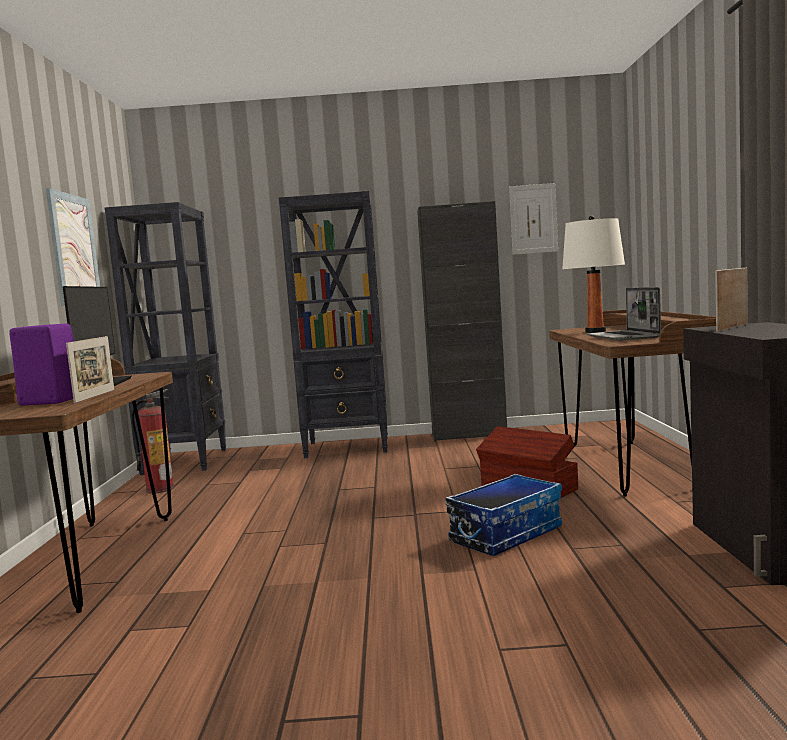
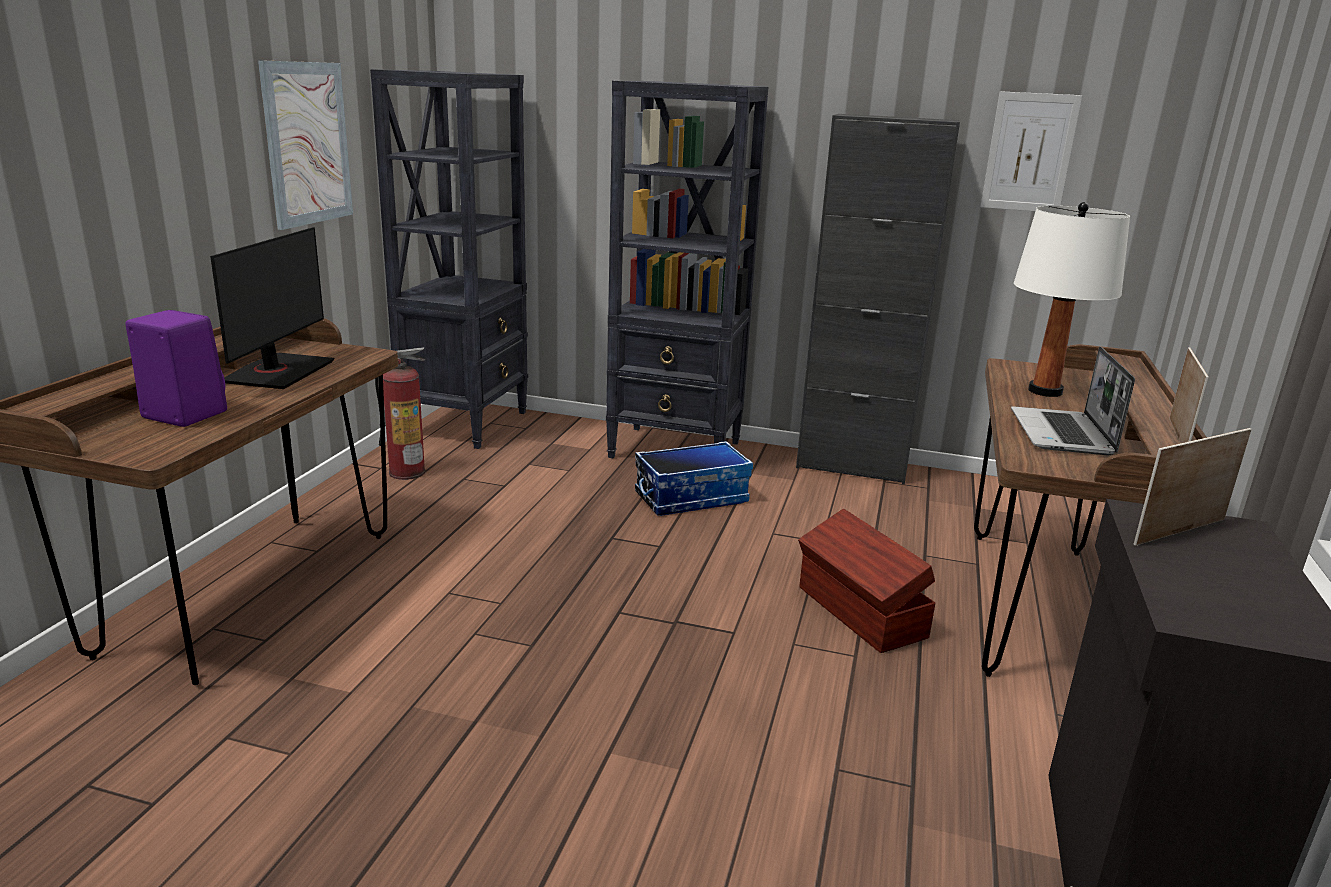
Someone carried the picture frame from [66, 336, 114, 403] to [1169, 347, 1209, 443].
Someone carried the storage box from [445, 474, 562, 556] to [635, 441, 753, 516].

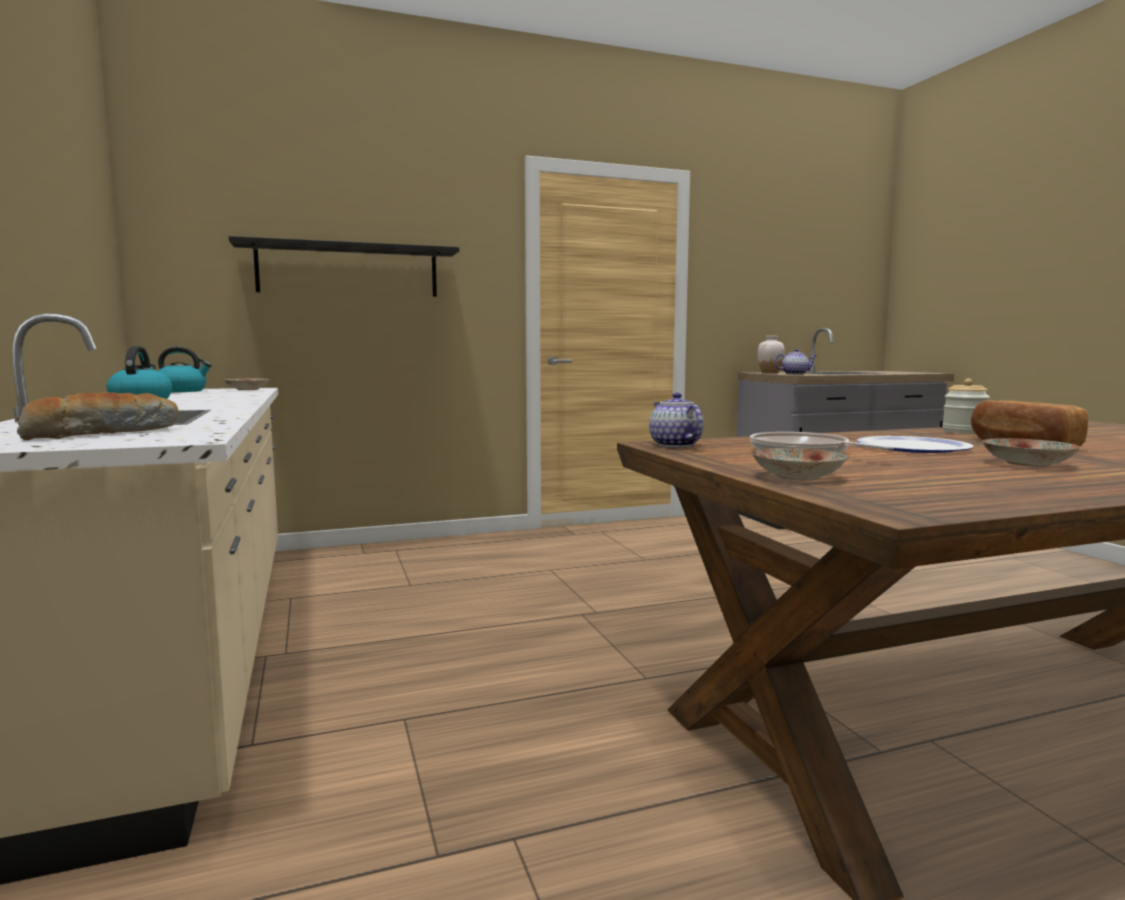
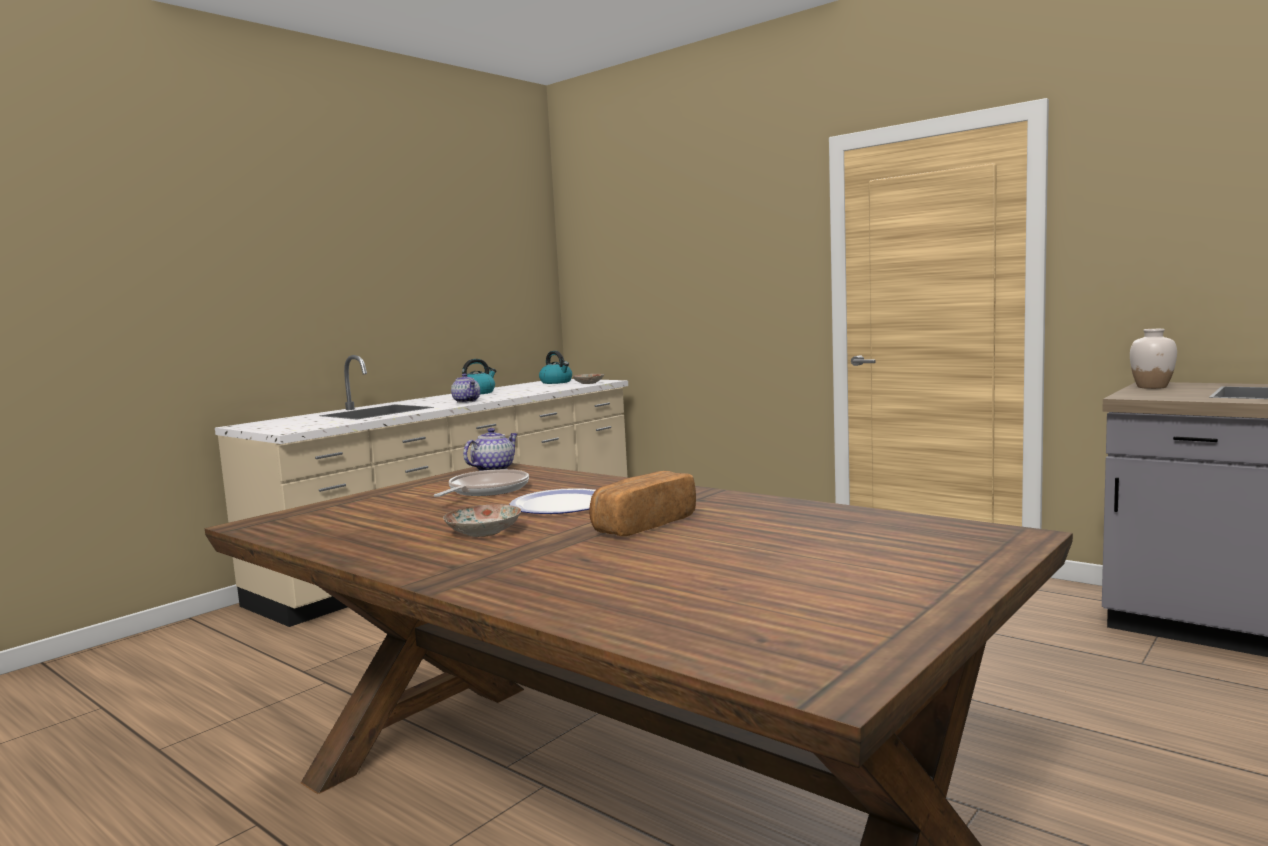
Someone took away the shelf in black at [229, 236, 459, 297].
Someone carried the teapot from [774, 349, 817, 375] to [451, 373, 480, 403].
Someone took away the jar at [942, 378, 990, 434].
Someone took away the bread at [17, 392, 179, 440].
Someone took away the plate at [752, 448, 848, 481].

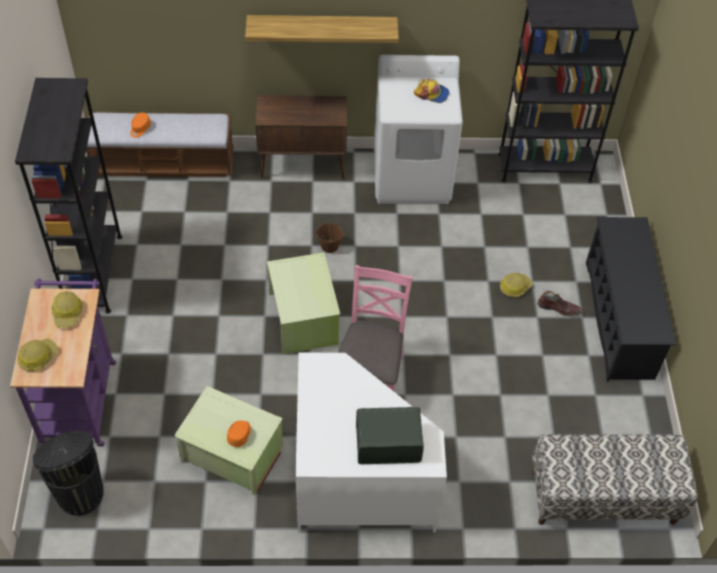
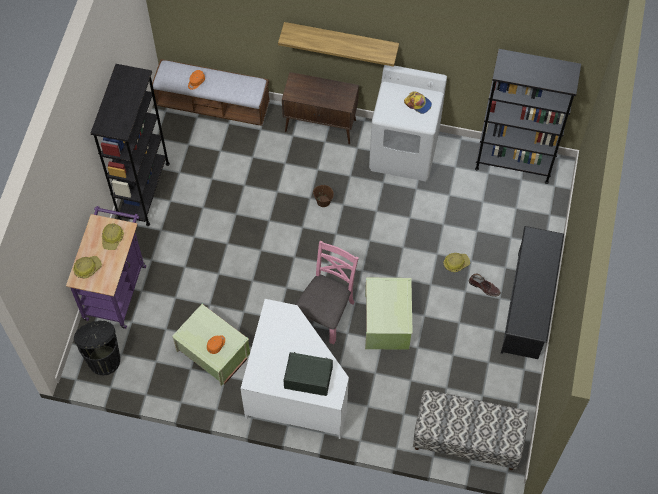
Someone carried the storage box in green from [267, 253, 340, 354] to [365, 277, 413, 350].

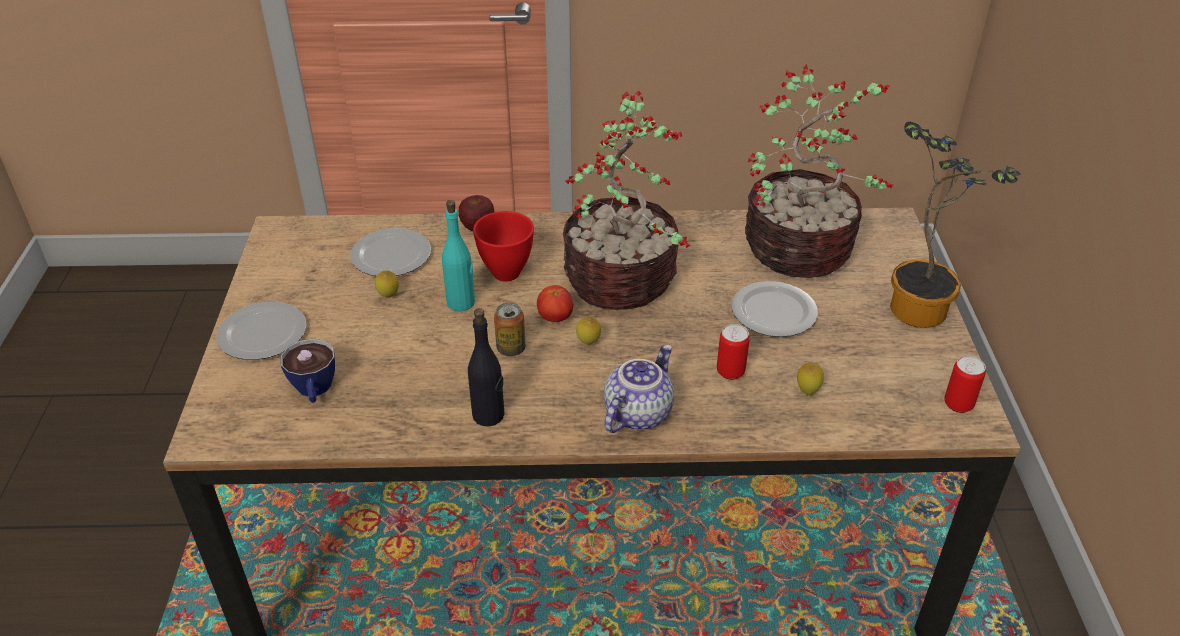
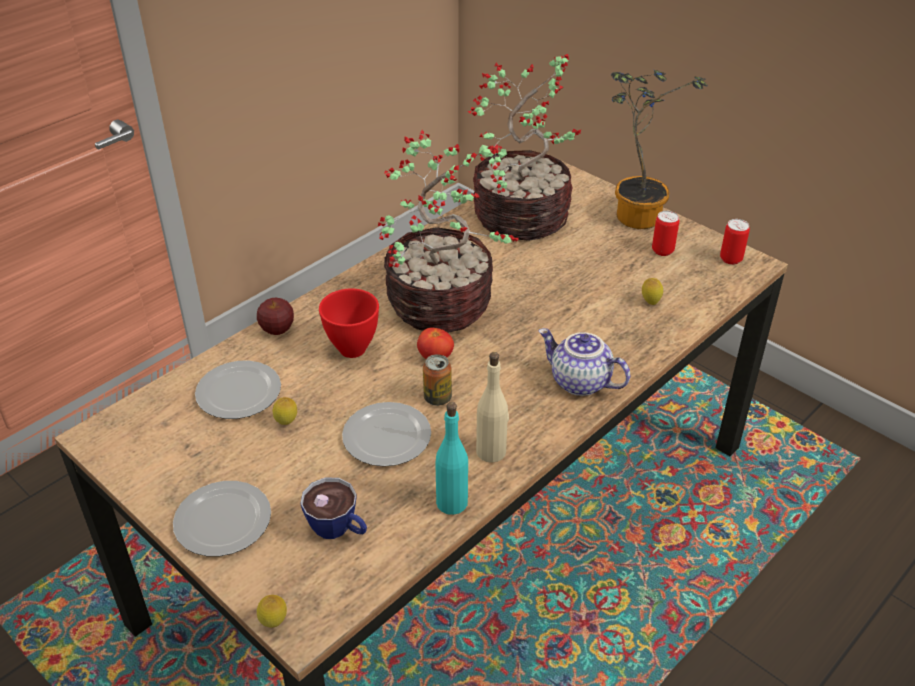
Someone carried the bottle in turquoise from [442, 200, 475, 311] to [435, 402, 468, 515].
Someone carried the plate from [732, 281, 818, 337] to [342, 402, 431, 467].
Someone repainted the bottle in black at [468, 308, 505, 427], which became the bottle in beige at [476, 352, 509, 463].
Someone carried the lemon from [576, 316, 601, 345] to [257, 595, 287, 628].
Someone carried the can from [717, 324, 750, 380] to [652, 211, 679, 256].
Someone rotated the teapot at [604, 344, 674, 433] by 45 degrees counterclockwise.

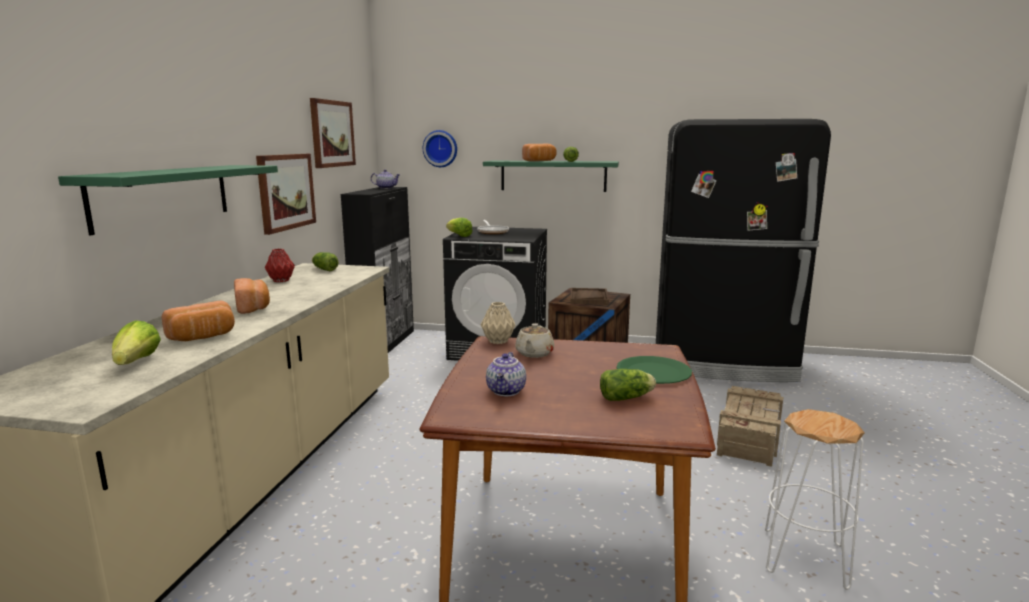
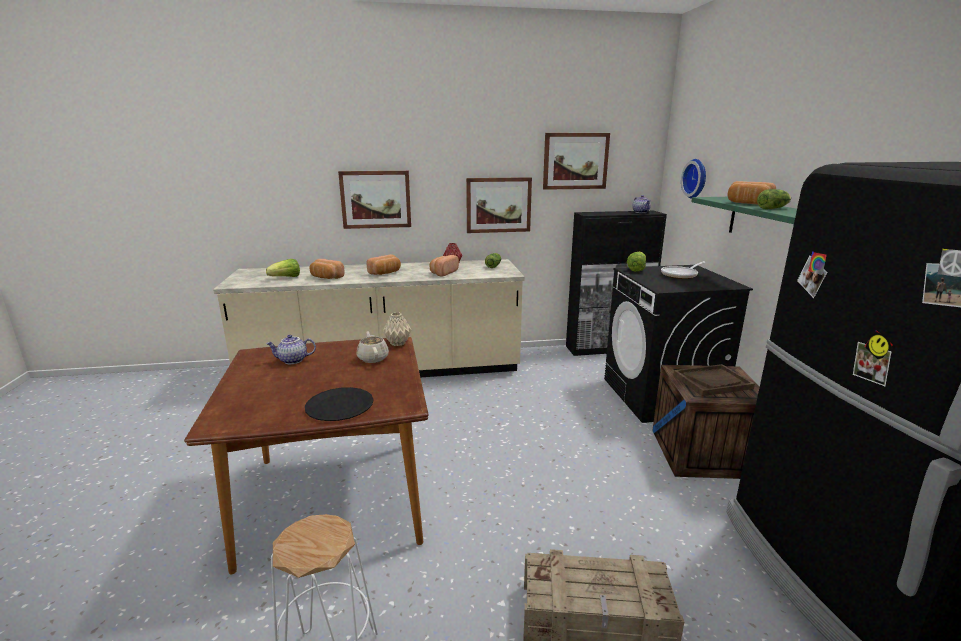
Someone swapped the shelf in green at [58, 165, 278, 236] for the picture at [338, 171, 411, 229].
Someone rotated the teapot in beige at [515, 323, 554, 358] by 75 degrees clockwise.
Someone repainted the plate in green at [616, 356, 692, 384], which became the plate in black at [305, 387, 374, 421].
Someone took away the lettuce at [600, 369, 656, 401].
Someone put down the bread at [430, 255, 459, 276].

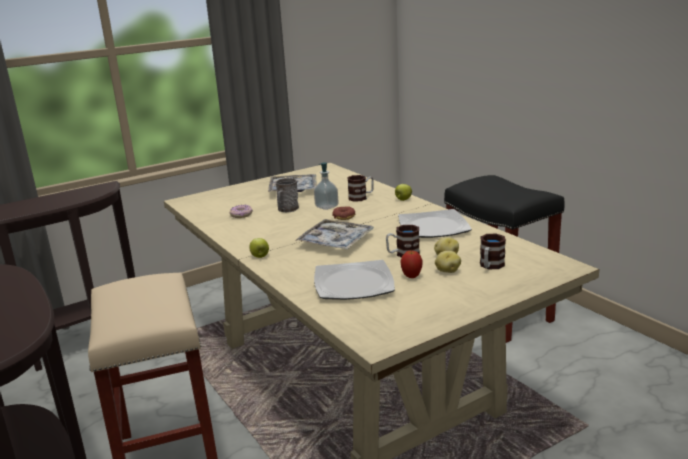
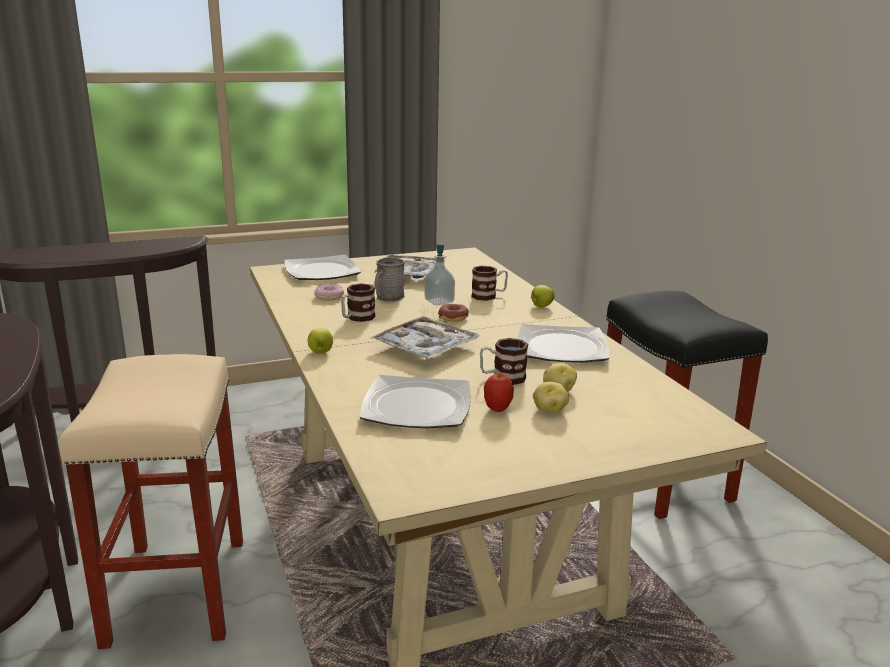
Someone carried the mug from [480, 234, 506, 269] to [341, 283, 375, 322].
Someone put down the plate at [284, 255, 361, 280].

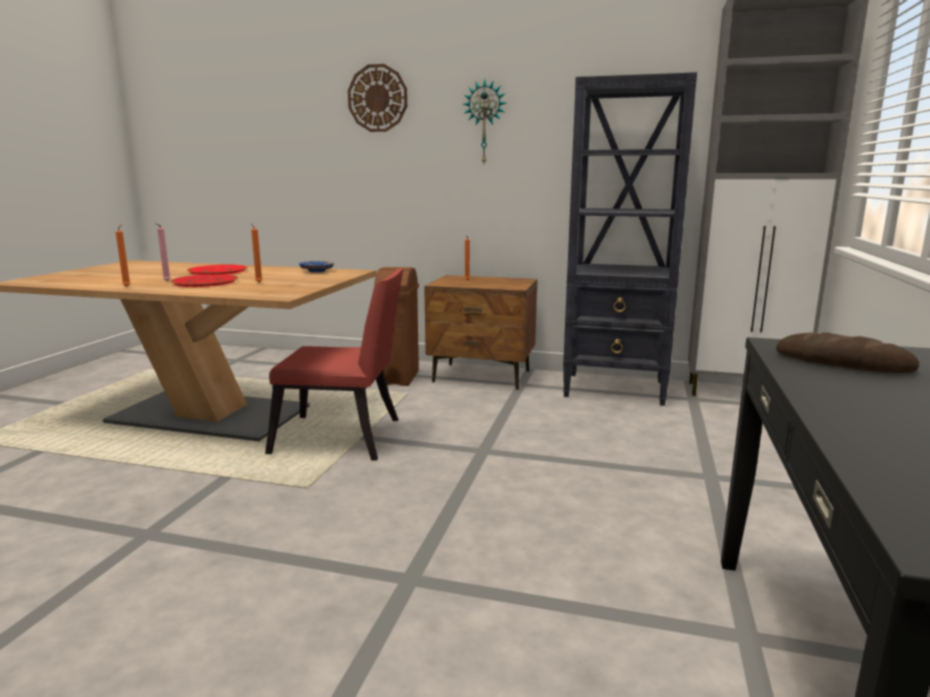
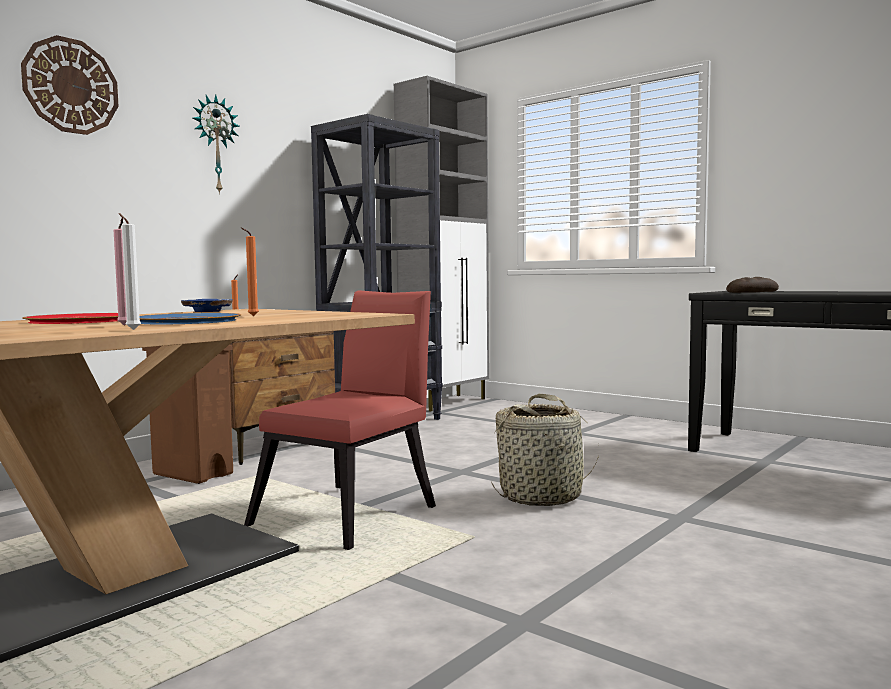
Someone repainted the candle in orange at [116, 224, 131, 287], which became the candle in white at [119, 213, 141, 330].
Someone repainted the plate in red at [171, 274, 238, 287], which became the plate in blue at [139, 313, 241, 324].
Someone put down the basket at [491, 394, 599, 506].

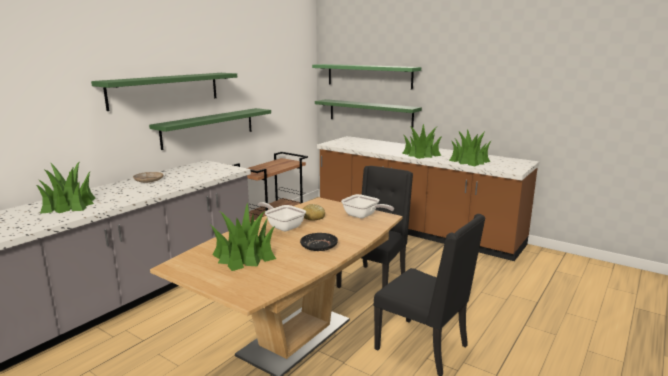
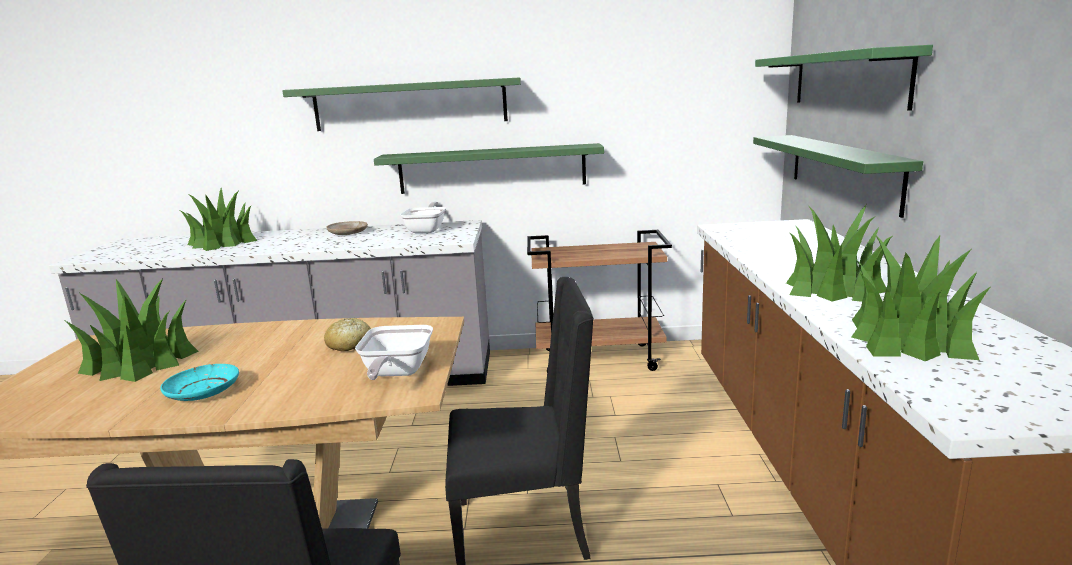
Someone carried the frying pan from [258, 202, 306, 232] to [400, 201, 446, 233].
Someone repainted the plate in black at [300, 233, 338, 251], which became the plate in turquoise at [160, 364, 239, 401].

